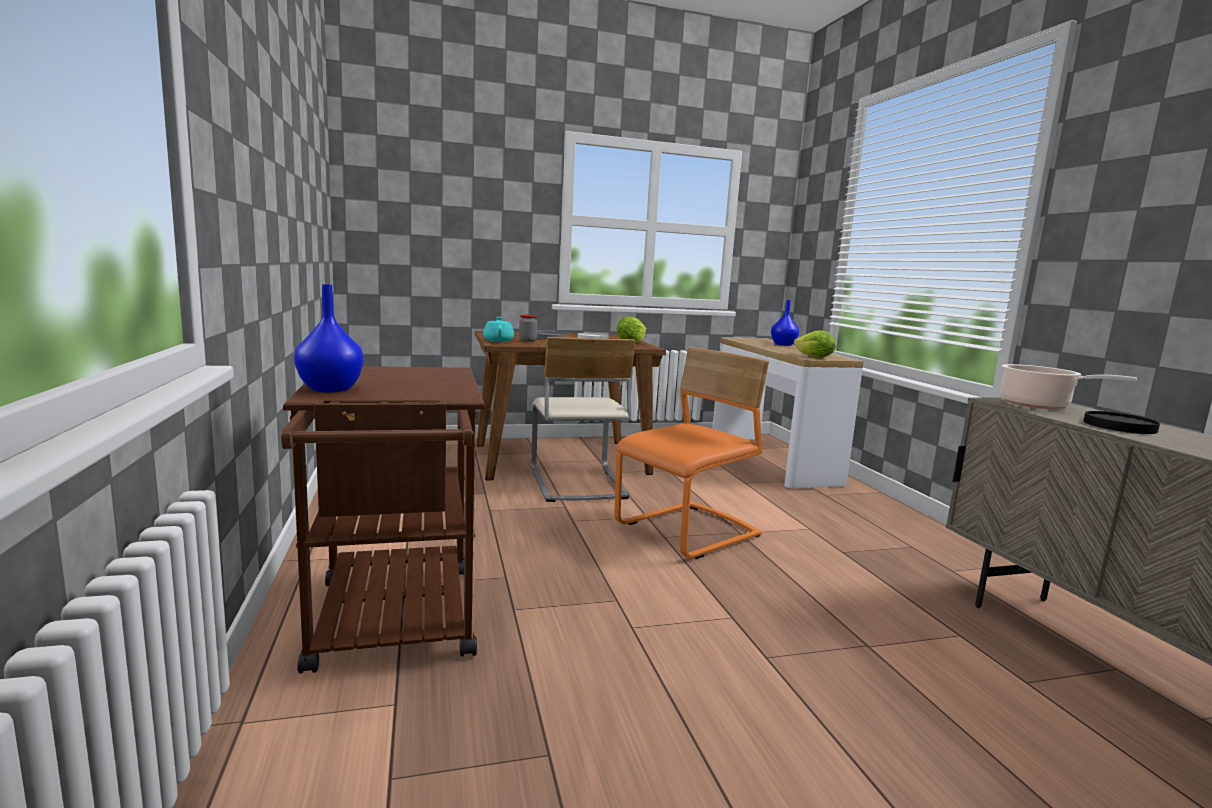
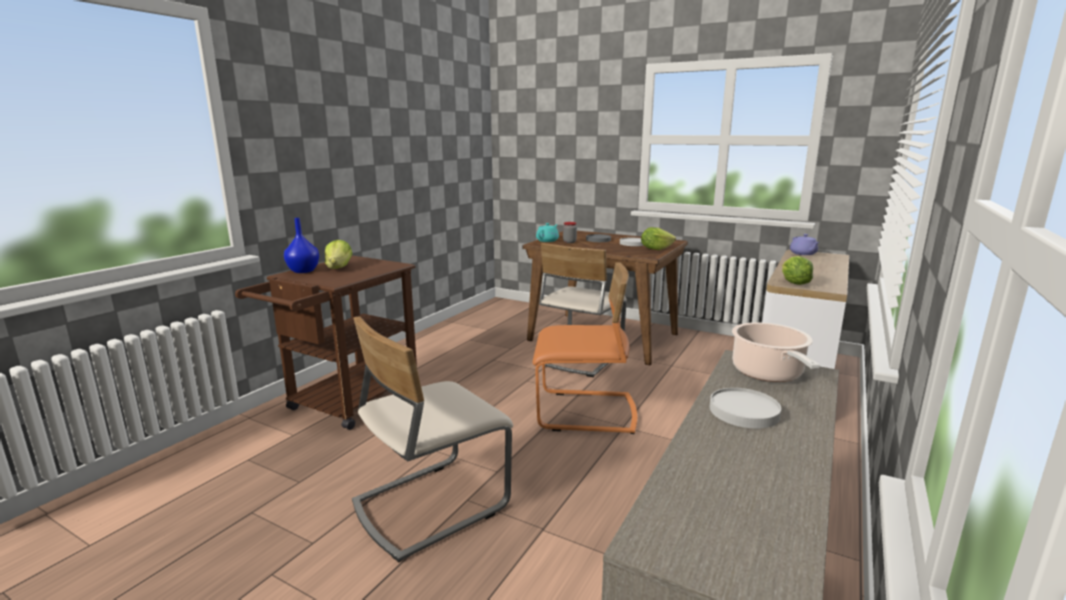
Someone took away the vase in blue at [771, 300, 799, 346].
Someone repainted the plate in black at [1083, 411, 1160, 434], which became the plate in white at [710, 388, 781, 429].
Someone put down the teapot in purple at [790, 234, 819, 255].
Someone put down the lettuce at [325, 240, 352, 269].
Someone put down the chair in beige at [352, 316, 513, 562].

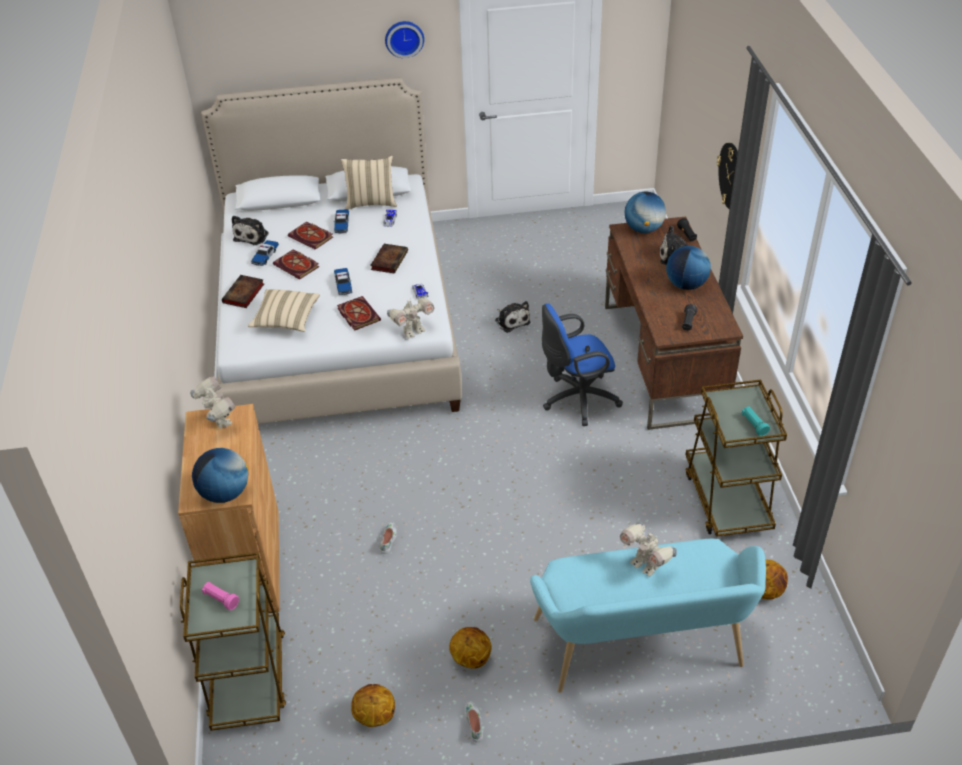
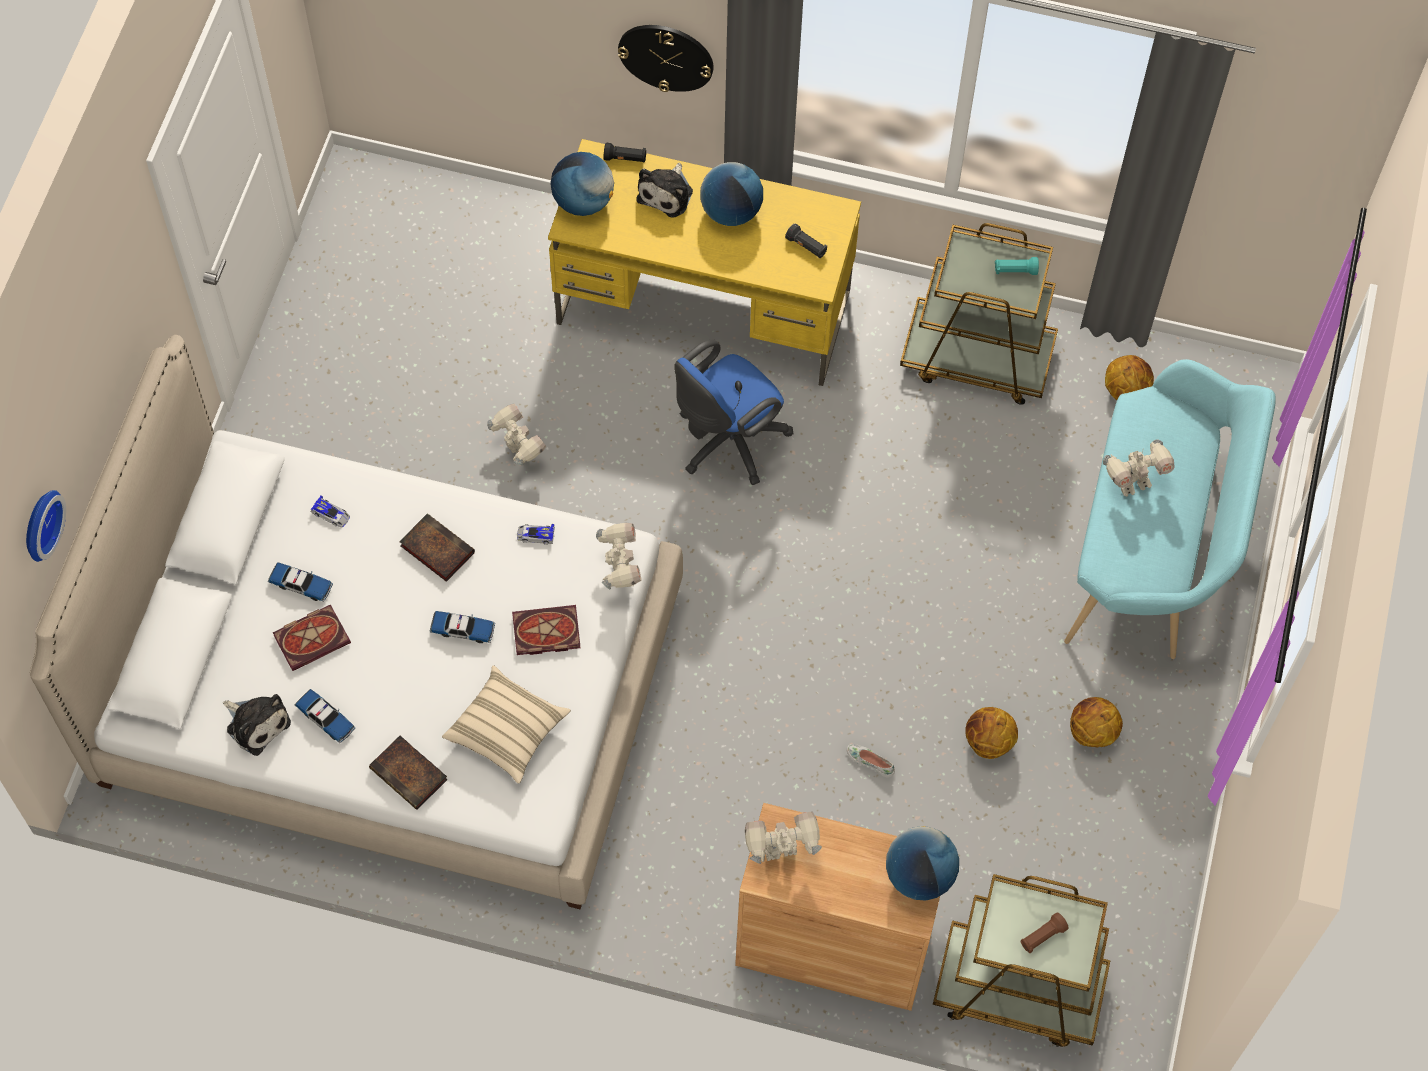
Someone carried the wall clock from [385, 21, 424, 58] to [26, 490, 66, 562].
Someone took away the pillow in beige at [341, 155, 397, 210].
Someone repainted the desk in brown at [605, 216, 743, 430], which became the desk in yellow at [548, 139, 861, 386].
Someone took away the book at [273, 249, 319, 280].
Someone swapped the plush toy at [495, 301, 530, 333] for the toy robot at [487, 403, 546, 466].
Someone rotated the office chair in blue at [542, 303, 623, 426] by 45 degrees clockwise.
Someone repainted the flashlight in pink at [202, 582, 239, 610], which became the flashlight in brown at [1021, 913, 1069, 953].
Someone carried the basketball from [351, 684, 395, 727] to [965, 707, 1018, 759].
Someone took away the shoe in white at [465, 701, 483, 742].

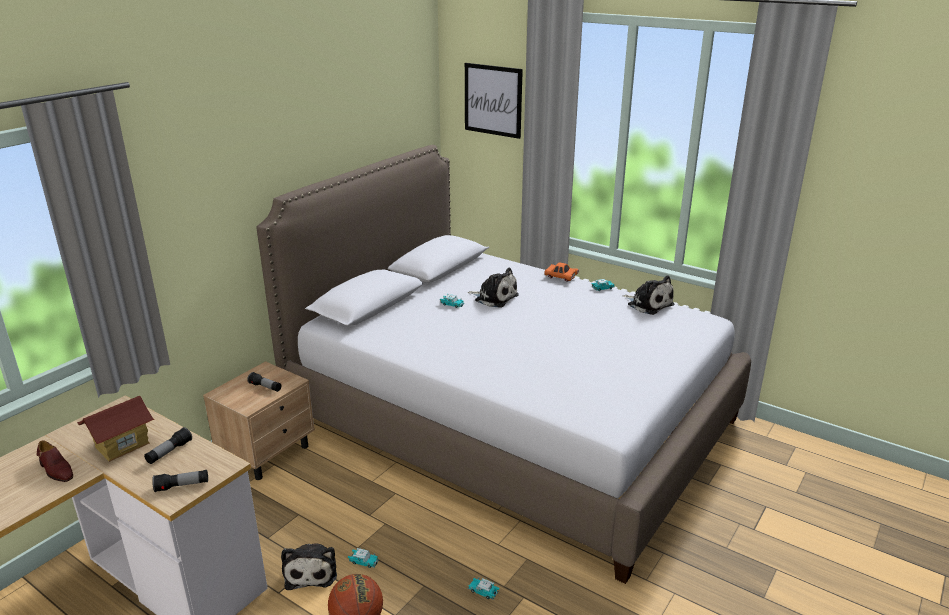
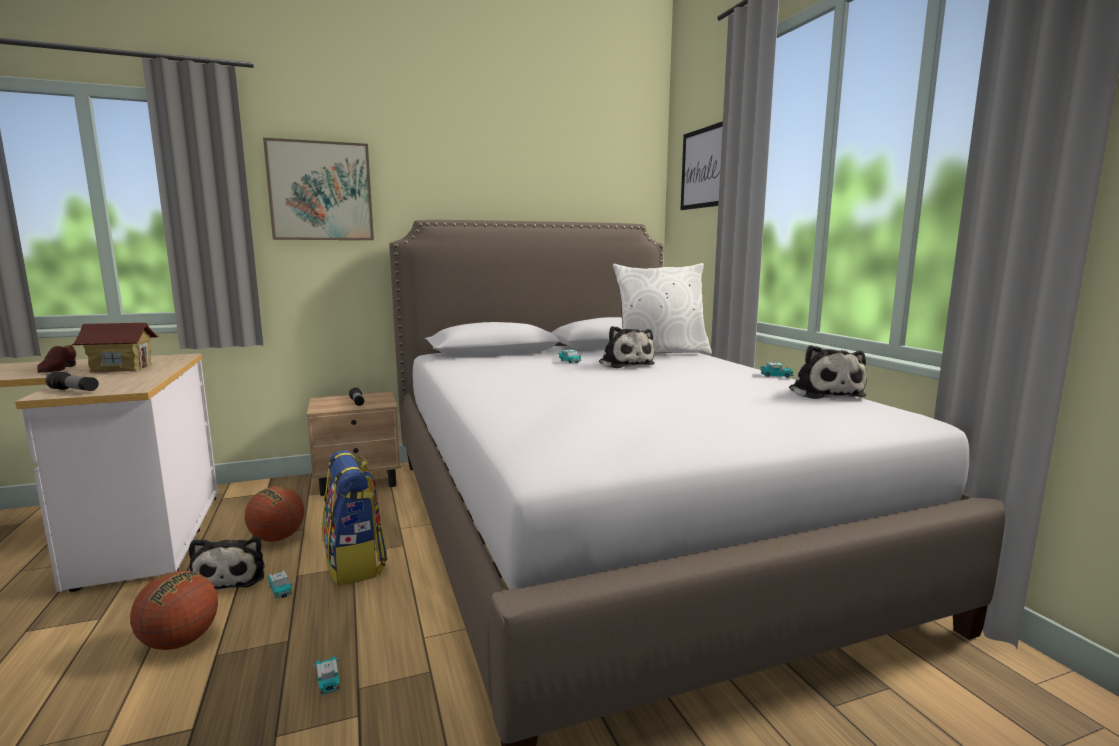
Someone took away the toy car in orange at [544, 262, 579, 282].
Someone took away the flashlight at [144, 427, 192, 464].
Someone rotated the plush toy at [281, 543, 337, 590] by 45 degrees counterclockwise.
Someone put up the picture at [263, 138, 374, 240].
Someone put down the pillow in white at [612, 263, 712, 355].
Someone put down the backpack at [322, 450, 388, 586].
Someone put down the basketball at [245, 486, 304, 542].

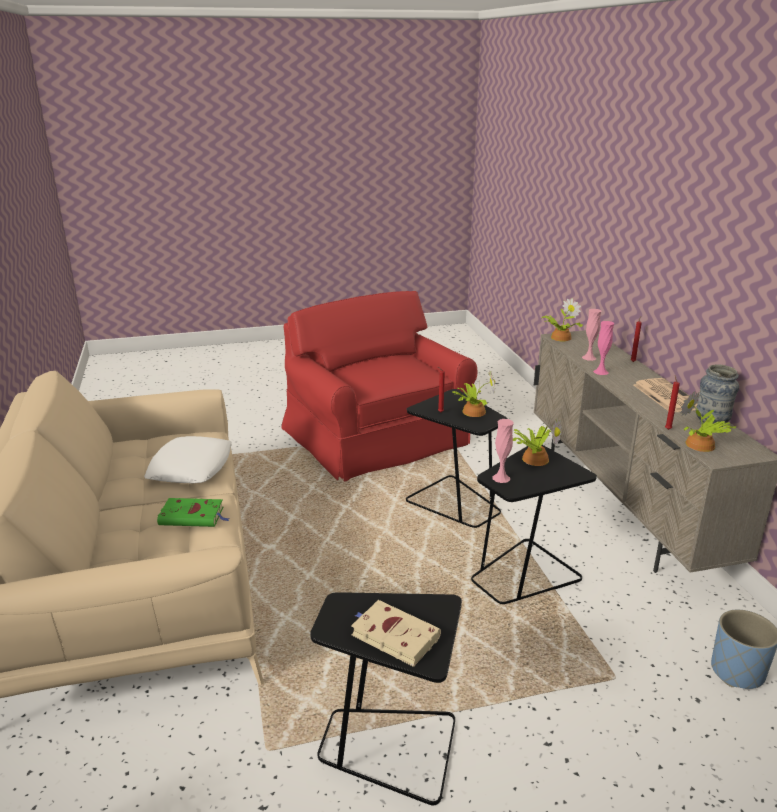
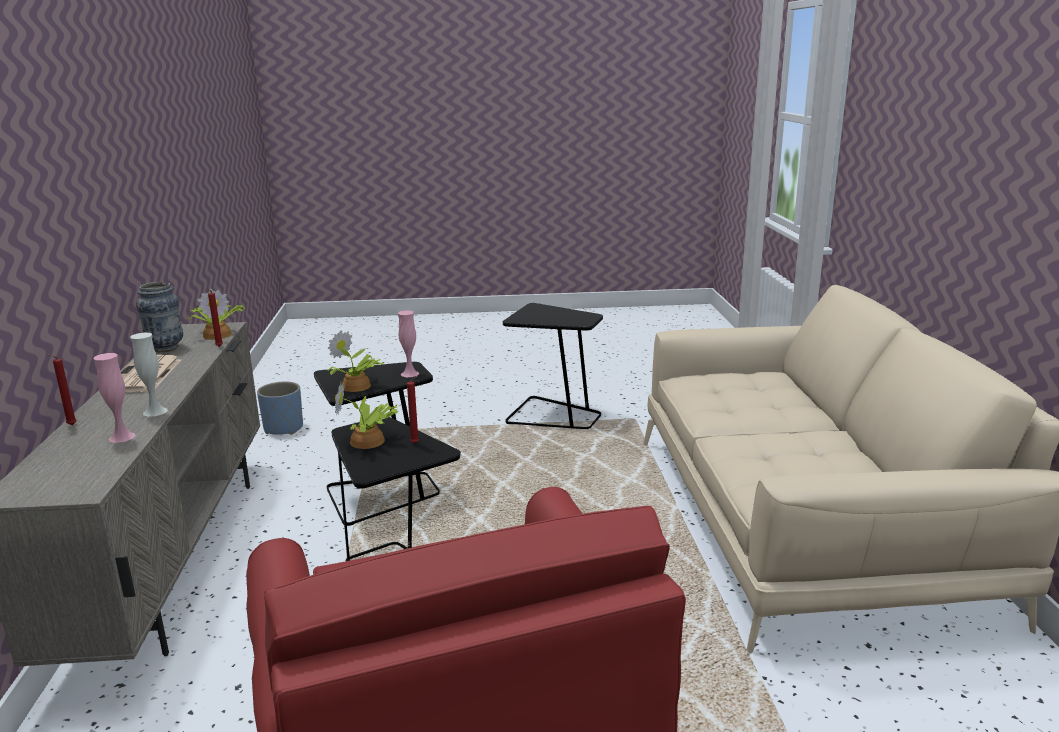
Someone took away the potted plant at [542, 298, 583, 341].
Someone repainted the vase in pink at [593, 321, 614, 375], which became the vase in white at [130, 333, 168, 417].
Someone took away the pillow in white at [144, 436, 232, 483].
Someone took away the book in green at [157, 498, 230, 527].
Someone took away the book in beige at [351, 600, 441, 667].

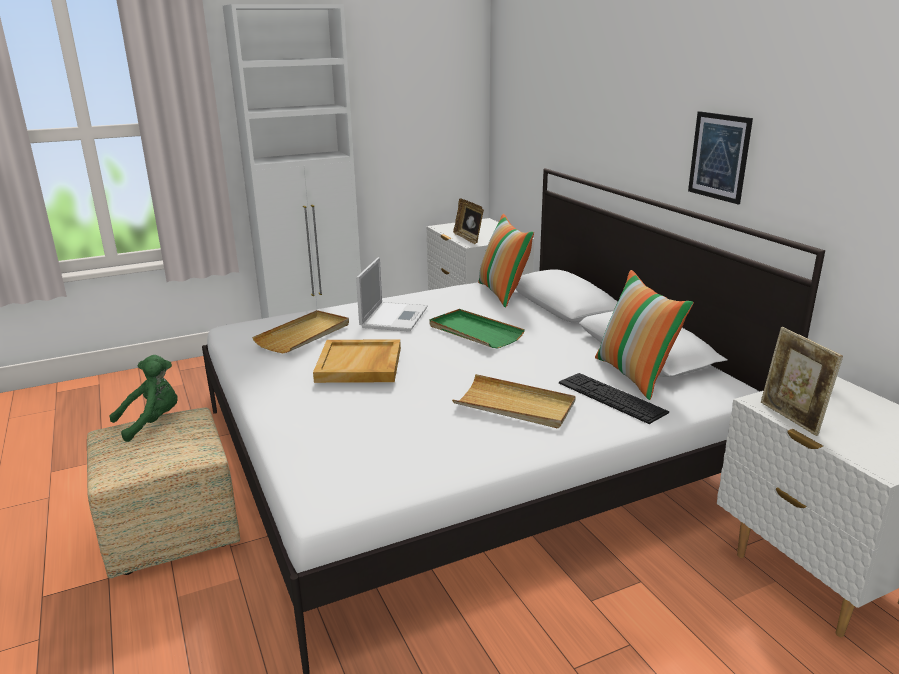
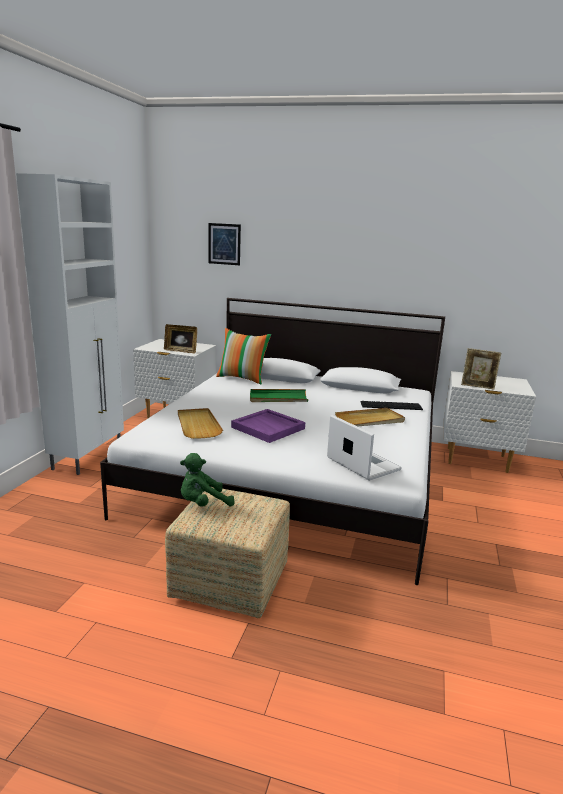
Someone carried the picture from [688, 111, 753, 205] to [209, 223, 241, 265].
Someone carried the laptop from [356, 257, 428, 332] to [327, 415, 402, 481].
Someone took away the pillow at [595, 270, 694, 400].
Someone repainted the tray in beige at [313, 339, 401, 383], which became the tray in purple at [231, 409, 305, 443].
Someone rotated the plush toy in green at [109, 355, 178, 442] by 120 degrees counterclockwise.

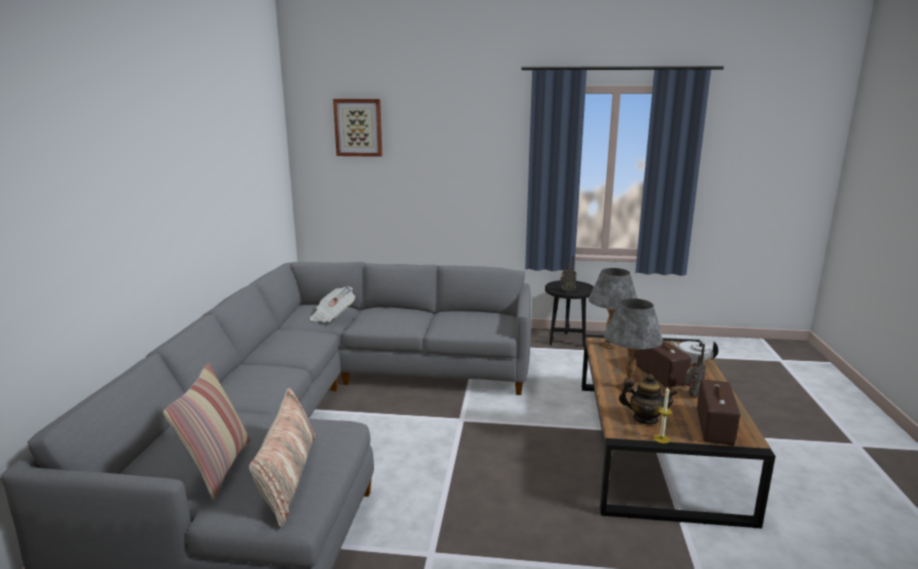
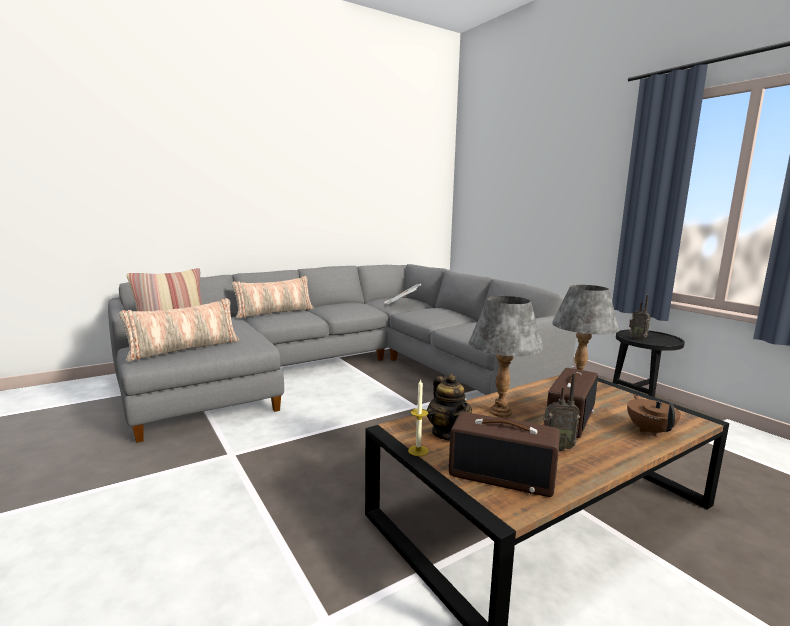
Someone took away the picture at [333, 99, 382, 157].
Someone repainted the teapot in white at [671, 341, 719, 365], which became the teapot in brown at [627, 394, 681, 437].
Someone rotated the radio at [697, 379, 740, 446] by 45 degrees clockwise.
Someone put down the pillow at [232, 276, 314, 319].

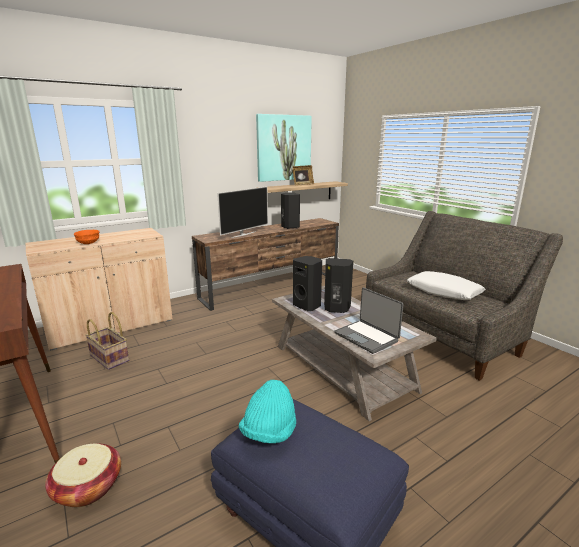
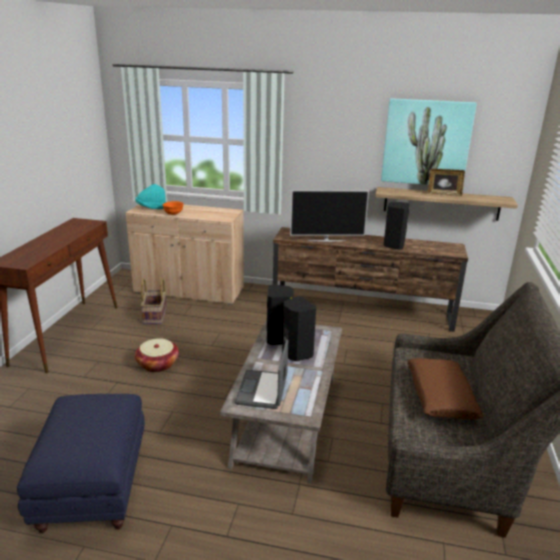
Someone repainted the pillow in white at [407, 271, 485, 300], which became the pillow in brown at [407, 358, 484, 420].
Someone carried the hat in turquoise from [239, 380, 296, 443] to [135, 184, 166, 209].
Someone carried the basket from [45, 443, 121, 507] to [135, 338, 179, 372].

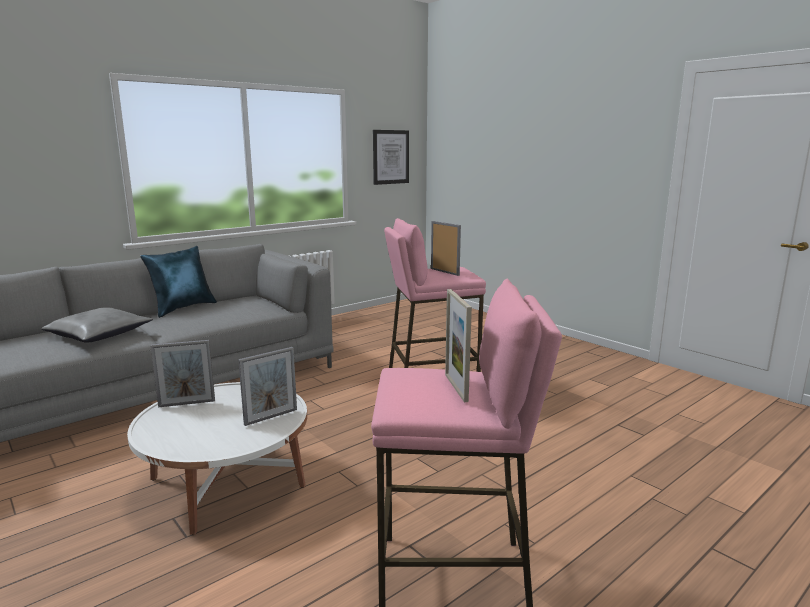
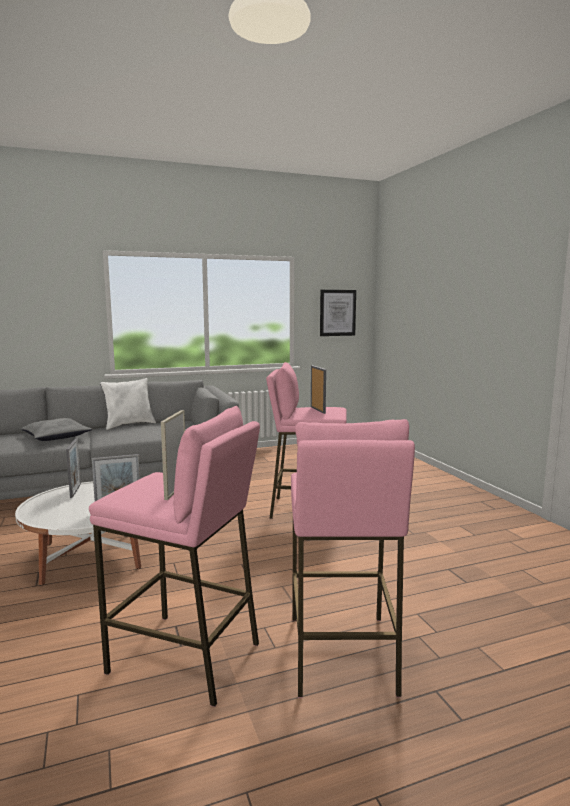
Someone repainted the pillow in blue at [140, 246, 217, 318], which became the pillow in white at [100, 378, 156, 430].
Someone rotated the picture frame at [150, 340, 215, 408] by 105 degrees counterclockwise.
Someone put down the stool in pink at [291, 419, 415, 698].

